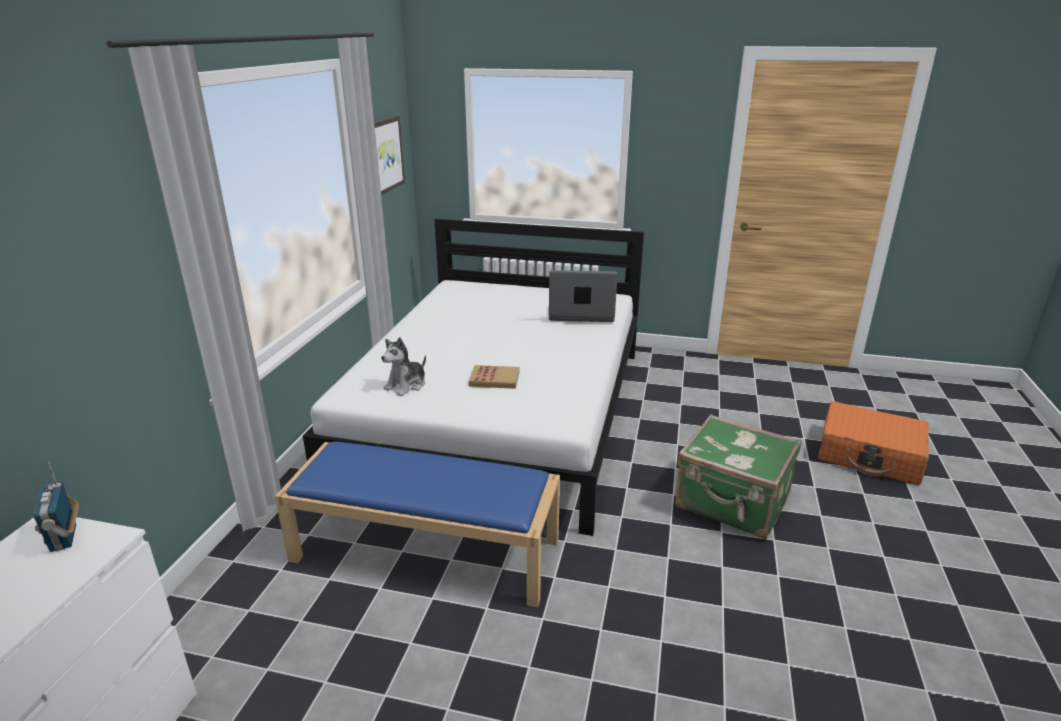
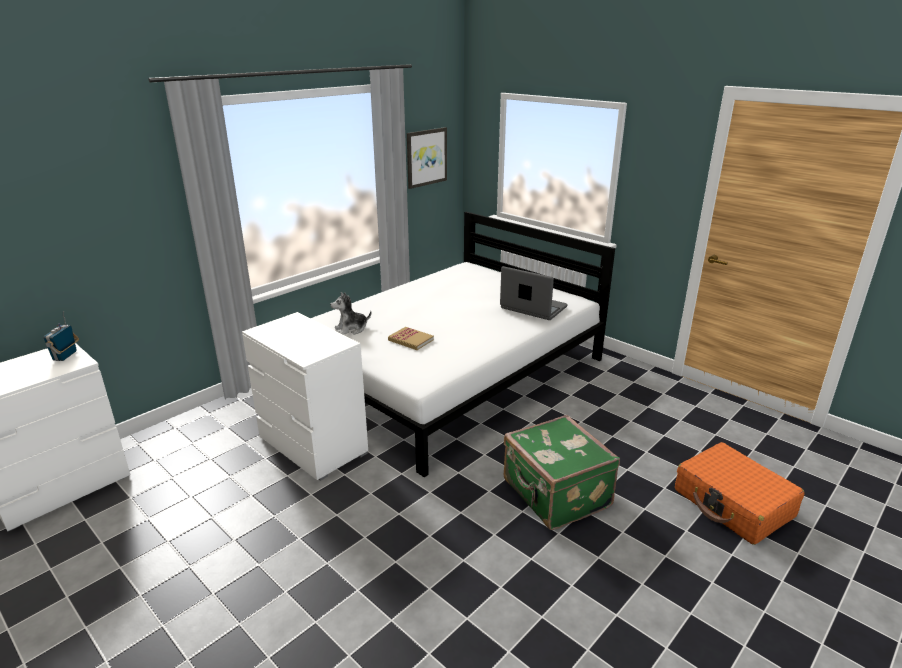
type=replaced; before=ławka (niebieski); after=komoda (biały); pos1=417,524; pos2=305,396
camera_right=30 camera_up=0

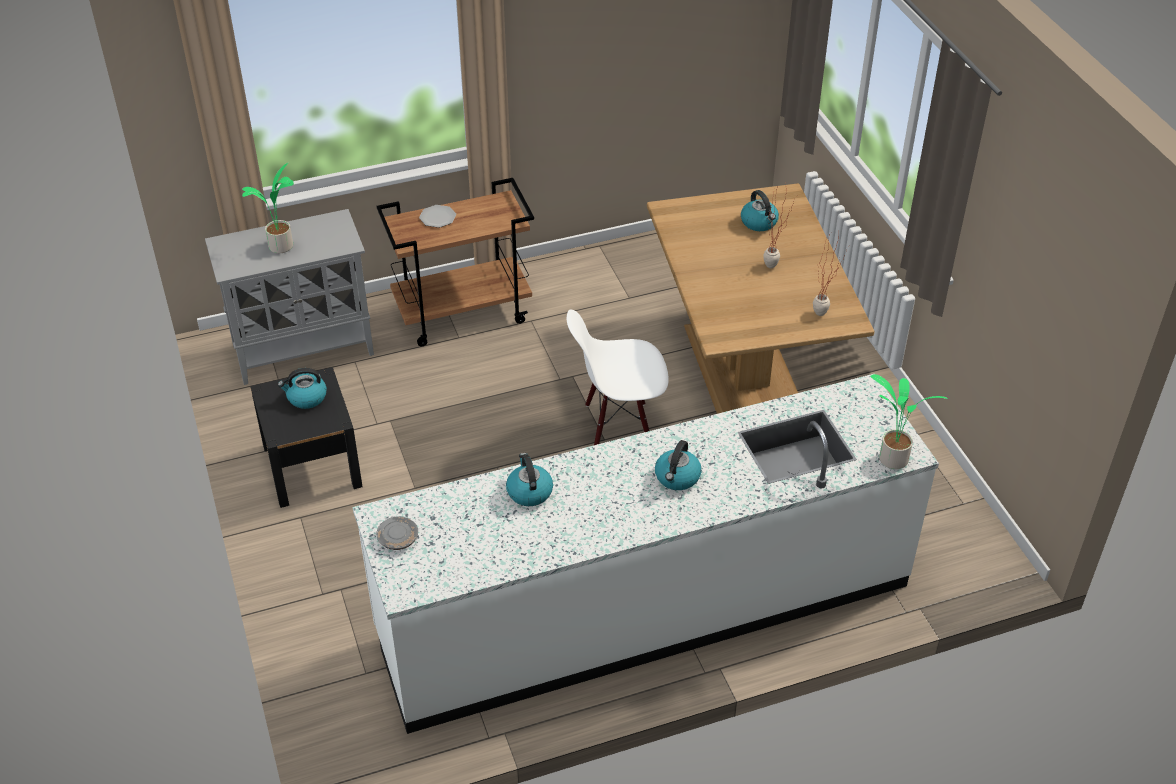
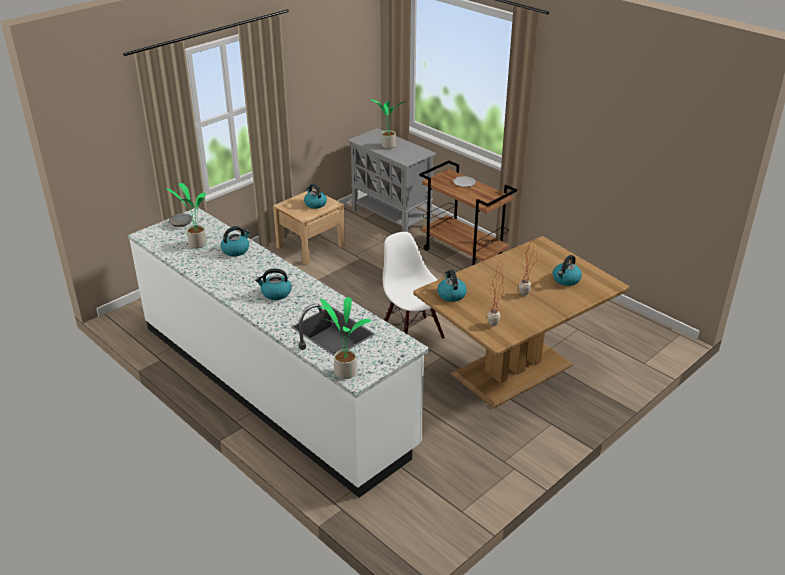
type=added; after=roślina doniczkowa; pos2=186,215
type=recoloured; before=szafka nocna (czarny); after=szafka nocna (beżowy); pos1=306,437; pos2=309,227
type=added; after=czajnik; pos2=452,286
camera_right=65 camera_up=-10

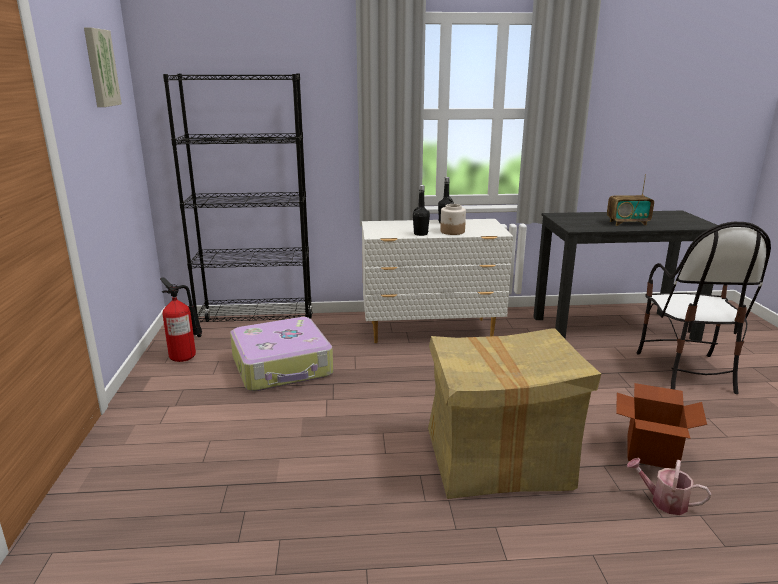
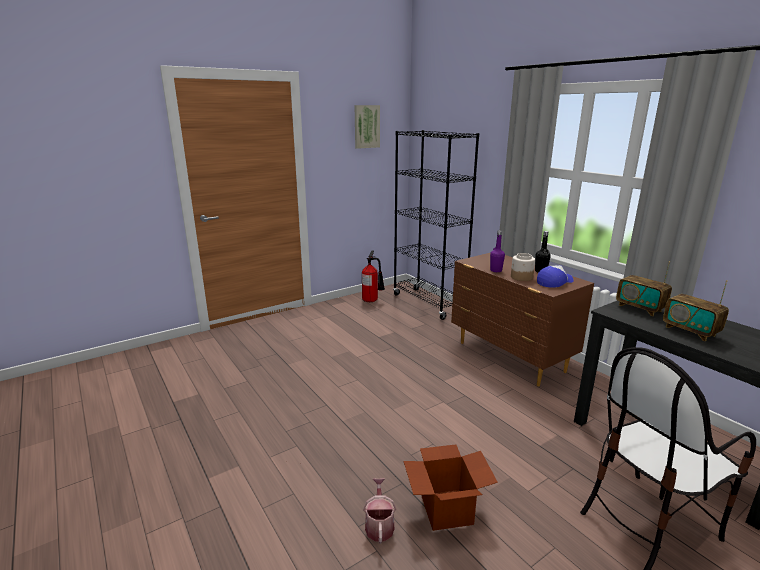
type=recoloured; before=komoda (biały); after=komoda (brązowy); pos1=437,281; pos2=522,320
type=recoloured; before=butelka (czarny); after=butelka (fioletowy); pos1=421,210; pos2=497,251
type=added; after=czapka z daszkiem; pos2=555,276
type=added; after=radio; pos2=644,288
type=removed; before=walizka; pos1=281,354
type=removed; before=karton; pos1=514,413
camera_right=60 camera_up=0

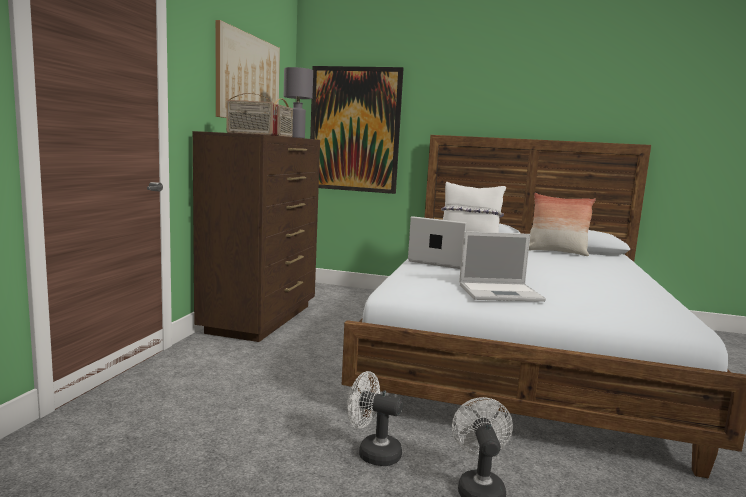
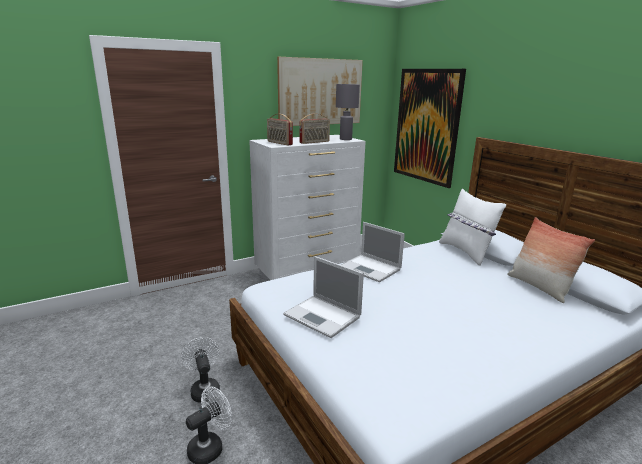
type=recoloured; before=komoda (brązowy); after=komoda (biały); pos1=256,236; pos2=307,207
type=turned; before=laptop; pos1=437,242; pos2=373,252; turn=150
camera_right=45 camera_up=10

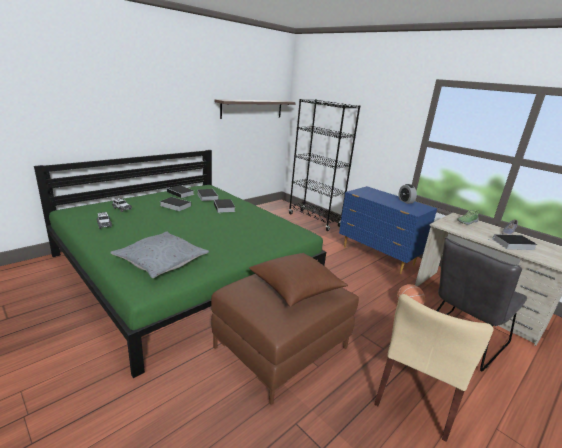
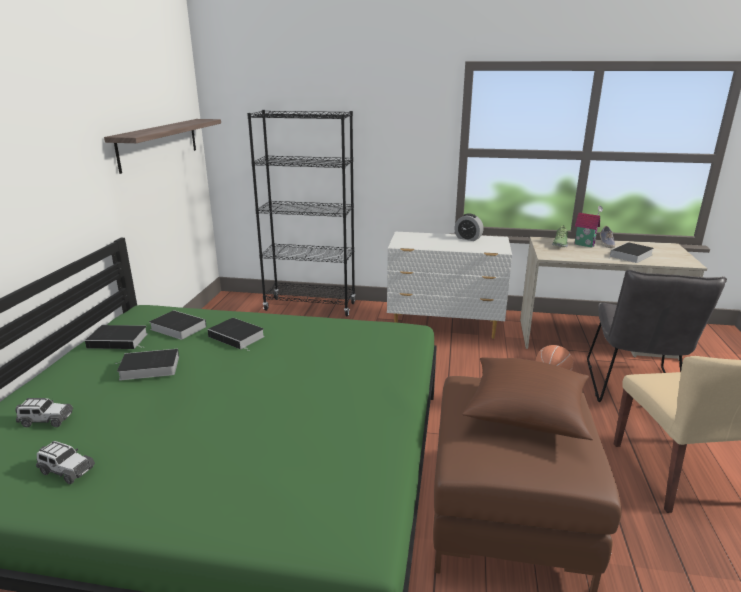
type=recoloured; before=komoda (niebieski); after=komoda (biały); pos1=388,230; pos2=449,285
type=added; after=domek; pos2=589,227
type=removed; before=poduszka (szary); pos1=159,255
camera_right=-35 camera_up=0

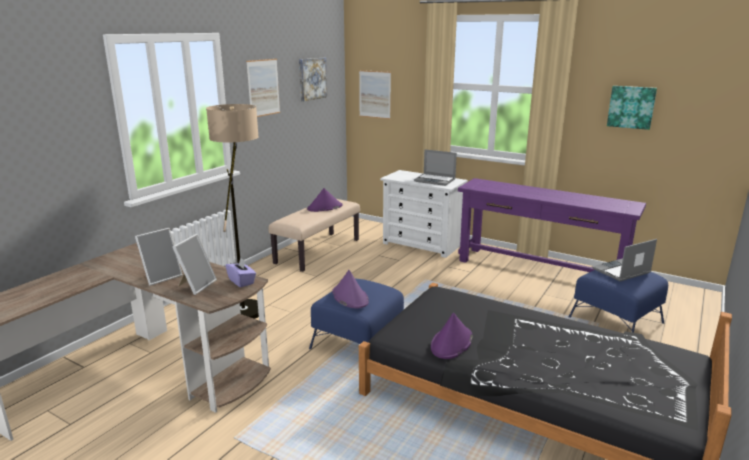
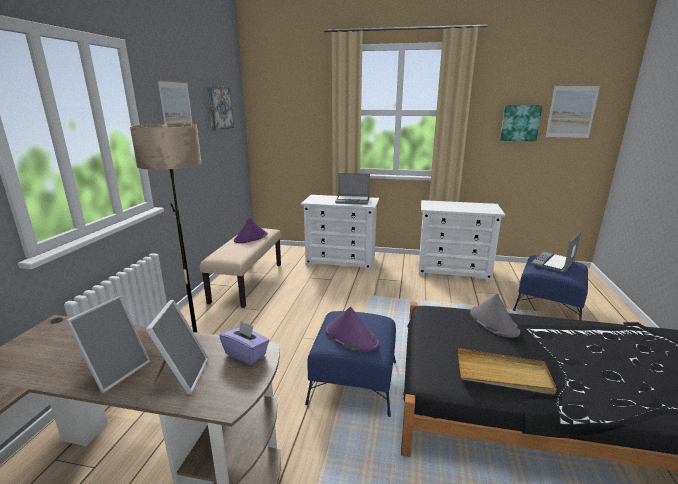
type=replaced; before=stolik konsolowy (fioletowy); after=komoda (biały); pos1=552,225; pos2=462,240
type=replaced; before=kapelusz (fioletowy); after=taca (beżowy); pos1=451,336; pos2=507,371
type=added; after=kapelusz (szary); pos2=495,316
type=moved; before=obraz; pos1=375,94; pos2=572,112
camera_right=-20 camera_up=0

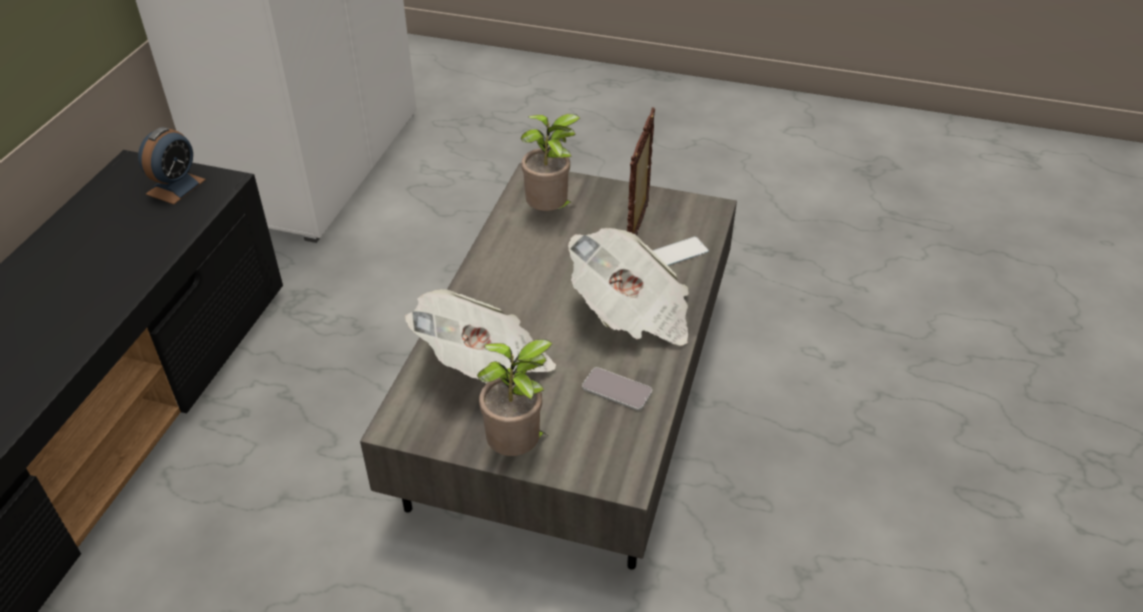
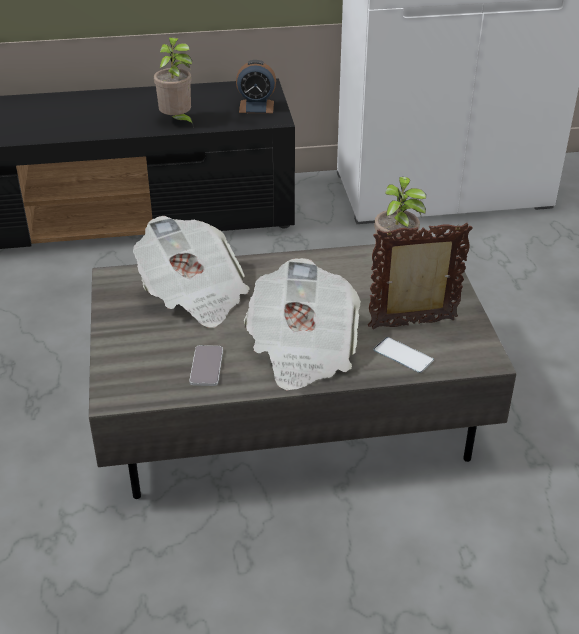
type=moved; before=roślina doniczkowa; pos1=515,397; pos2=174,82
camera_right=65 camera_up=-5

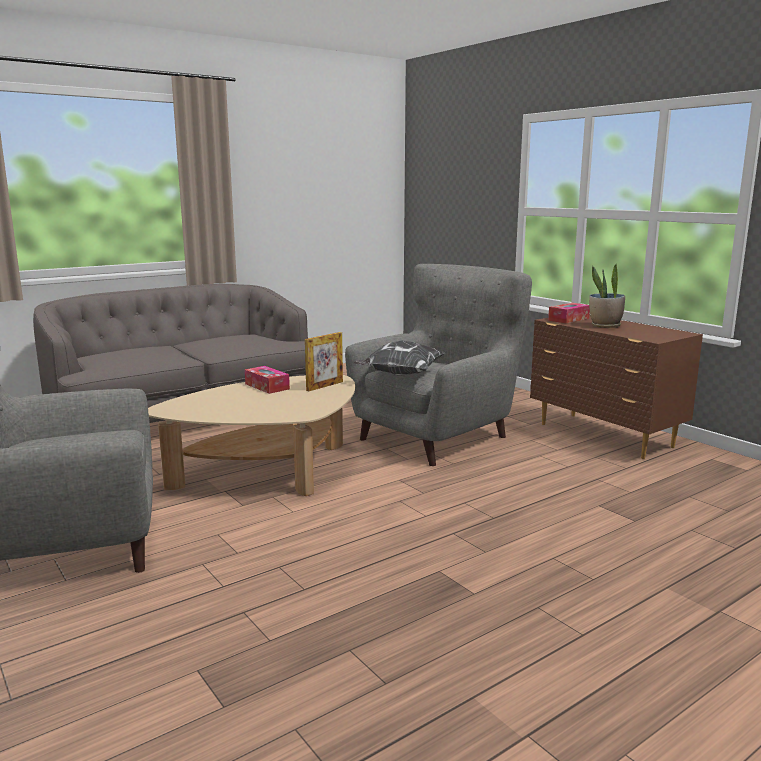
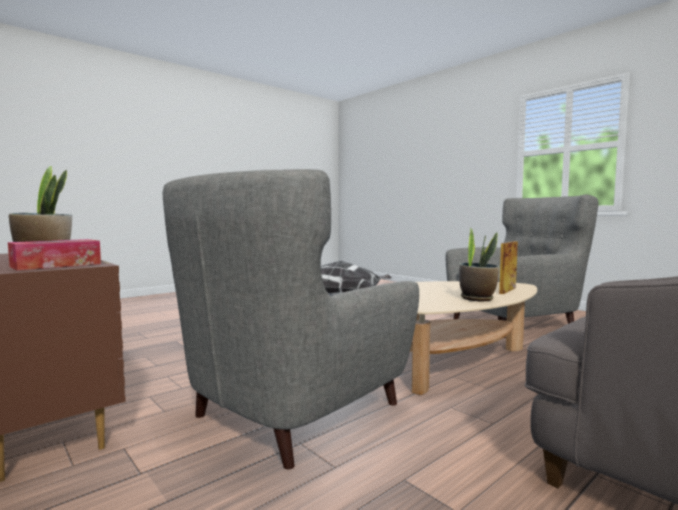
type=replaced; before=pudełko chusteczek; after=roślina doniczkowa; pos1=267,380; pos2=479,264
type=moved; before=ramka na zdjęcie; pos1=324,361; pos2=508,267
camera_right=175 camera_up=-10

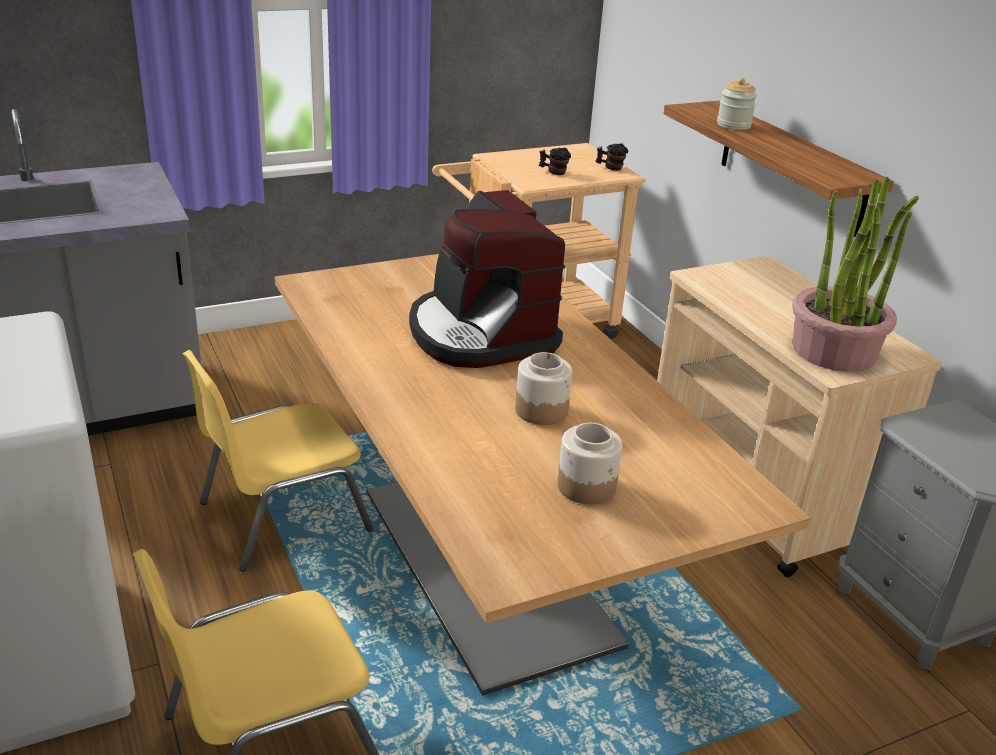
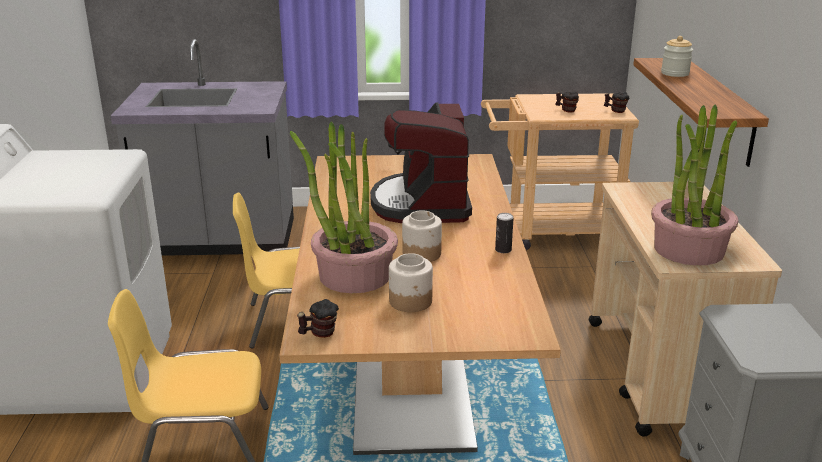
type=added; after=roślina doniczkowa; pos2=344,207
type=added; after=kubek; pos2=318,318
type=added; after=puszka; pos2=504,233
camera_right=25 camera_up=-5

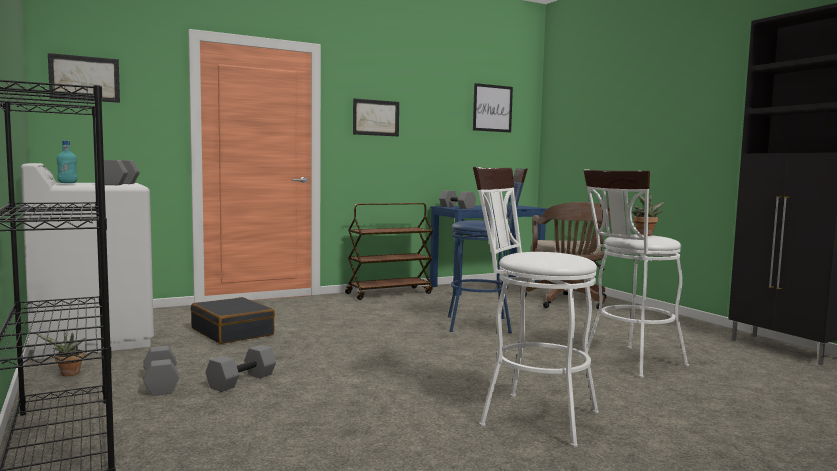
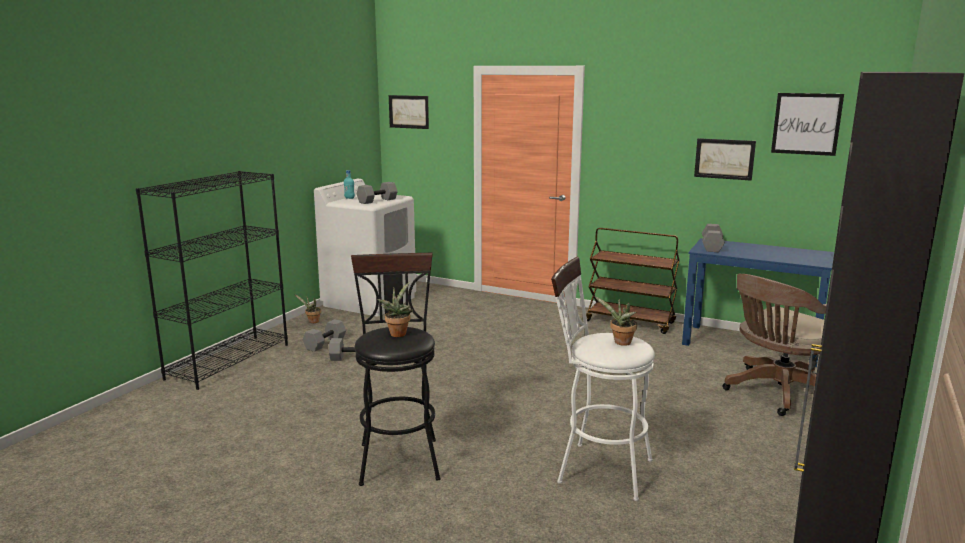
type=recoloured; before=stołek (biały); after=stołek (czarny); pos1=536,307; pos2=395,369
type=added; after=roślina doniczkowa; pos2=395,309
type=moved; before=obraz; pos1=376,117; pos2=725,159
type=removed; before=walizka (czarny); pos1=233,320
type=removed; before=stołek (niebieski); pos1=487,250
camera_right=55 camera_up=10

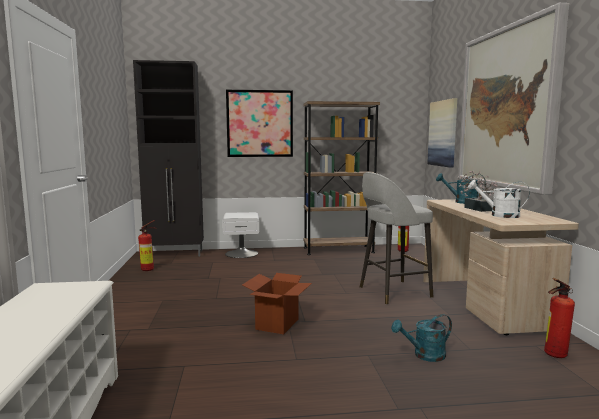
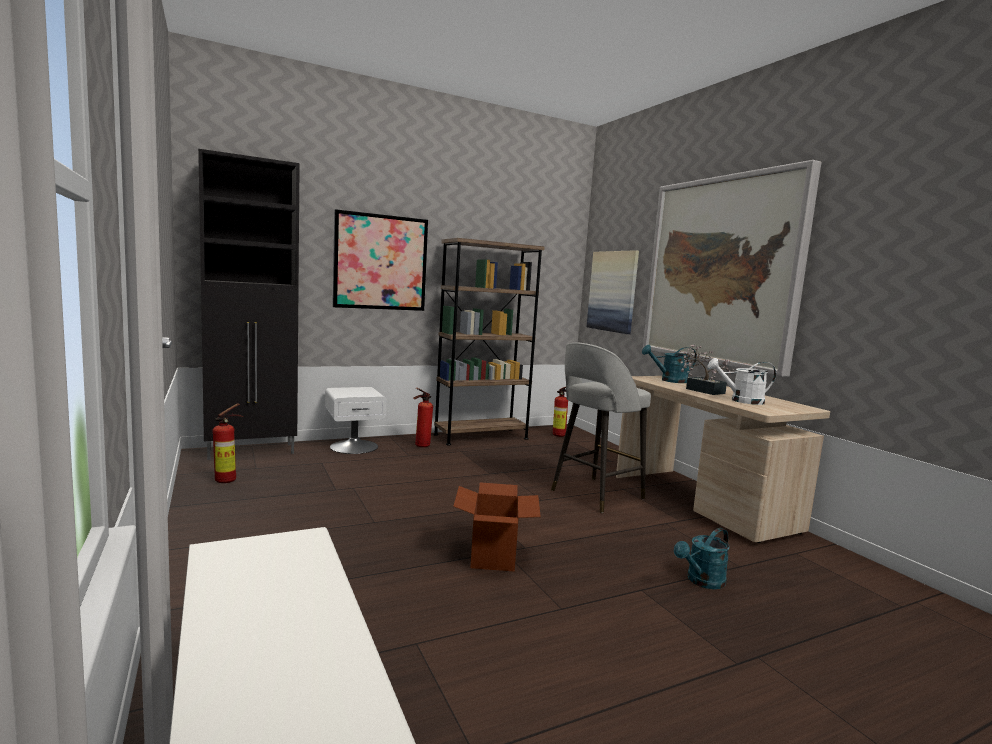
type=moved; before=gaśnica; pos1=559,318; pos2=423,417
camera_right=-20 camera_up=0

